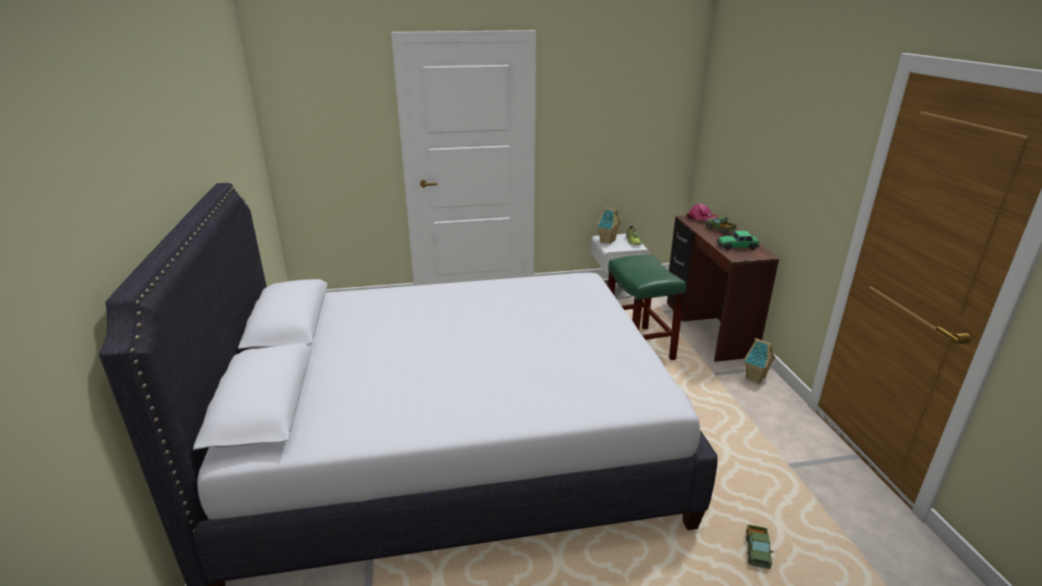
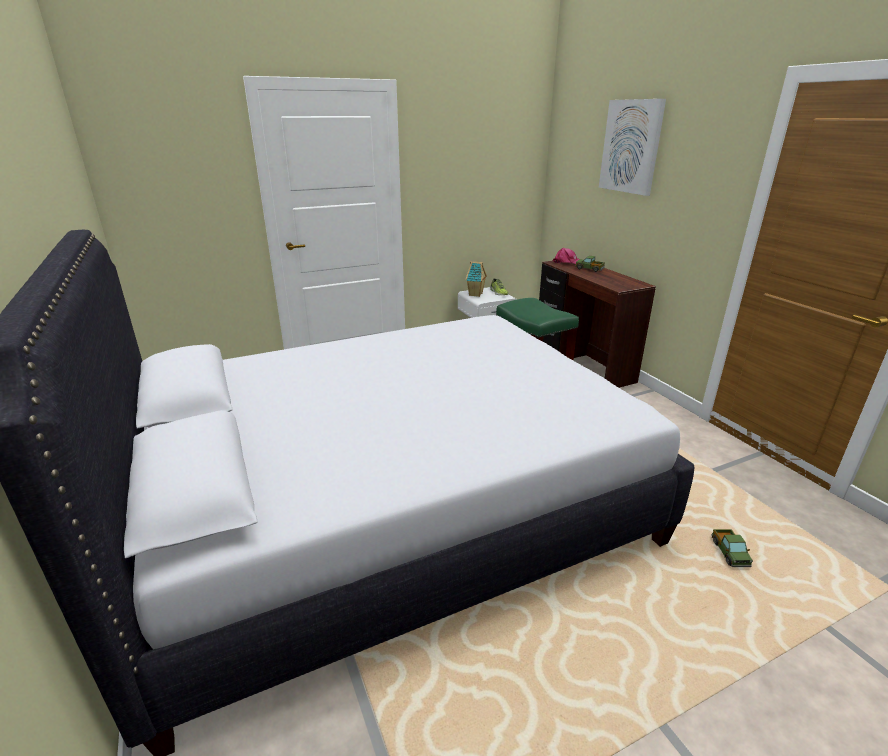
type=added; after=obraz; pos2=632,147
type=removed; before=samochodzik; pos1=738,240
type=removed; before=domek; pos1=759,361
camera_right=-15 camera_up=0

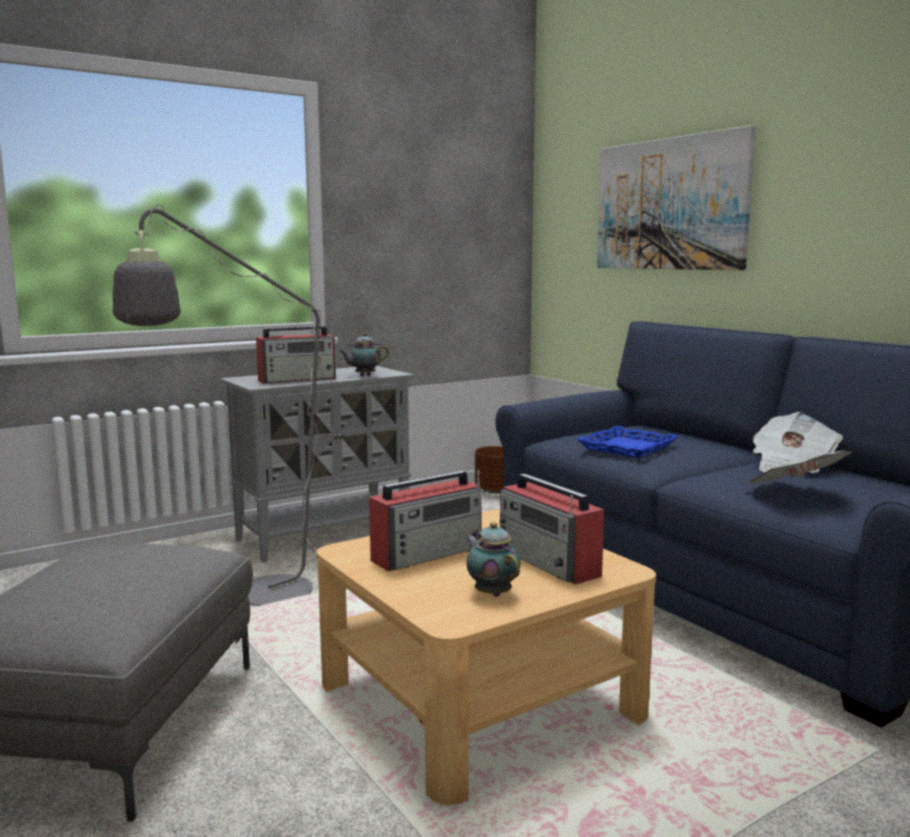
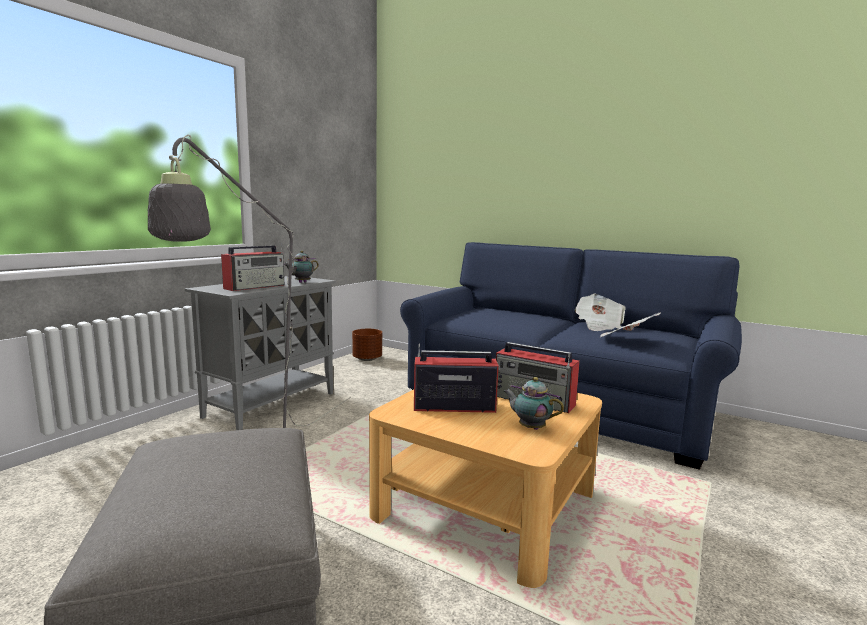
type=turned; before=radio; pos1=425,520; pos2=456,378; turn=-120
type=removed; before=taca (niebieski); pos1=627,442
type=removed; before=obraz; pos1=676,197
camera_right=-25 camera_up=0

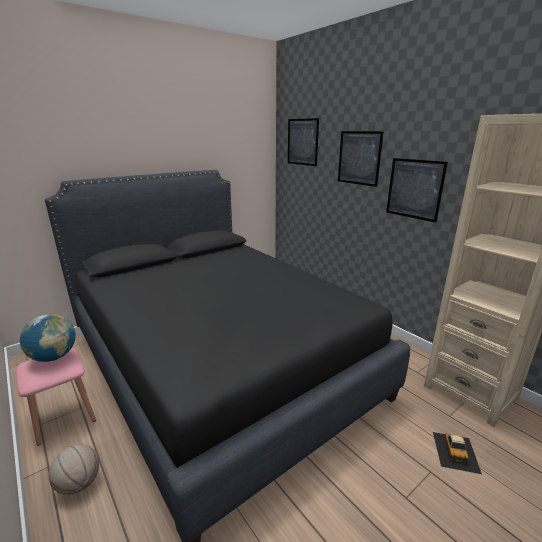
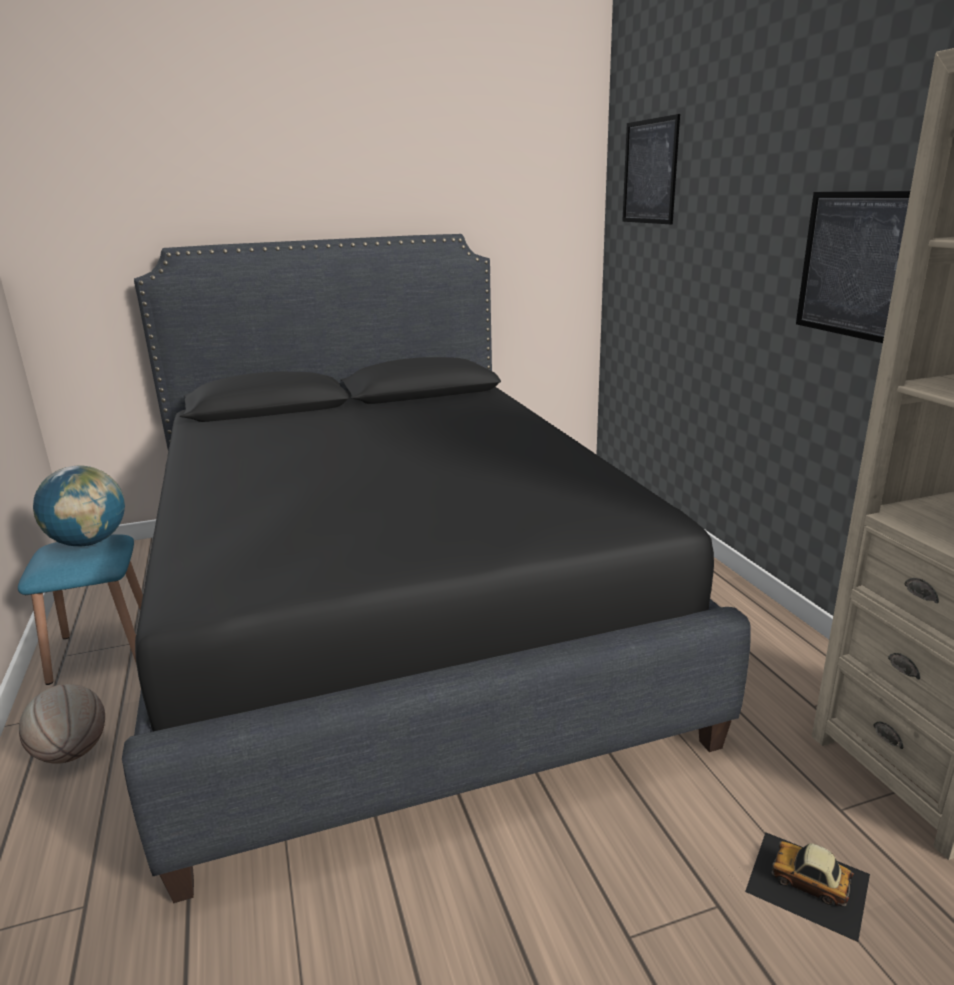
type=recoloured; before=stołek (różowy); after=stołek (niebieski); pos1=56,397; pos2=80,609
type=turned; before=samochodzik; pos1=457,453; pos2=807,887; turn=90
type=removed; before=obraz; pos1=361,159
camera_right=20 camera_up=0

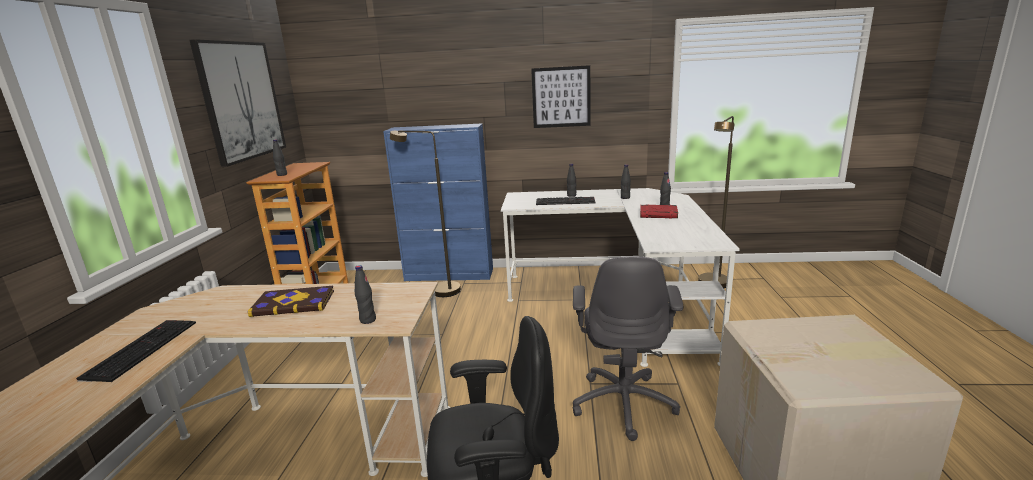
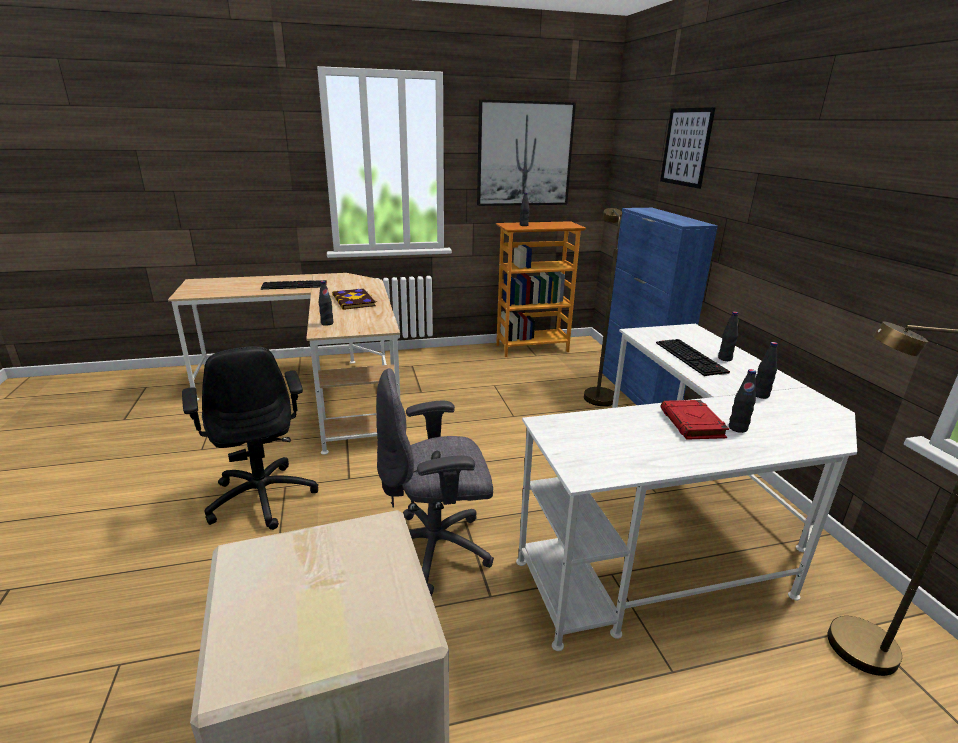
type=moved; before=obraz; pos1=561,96; pos2=688,148
camera_right=70 camera_up=5

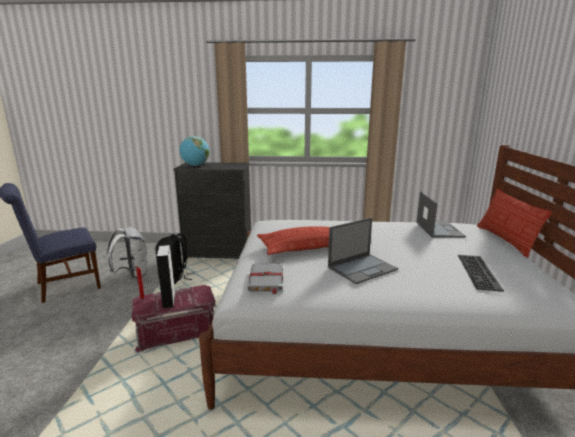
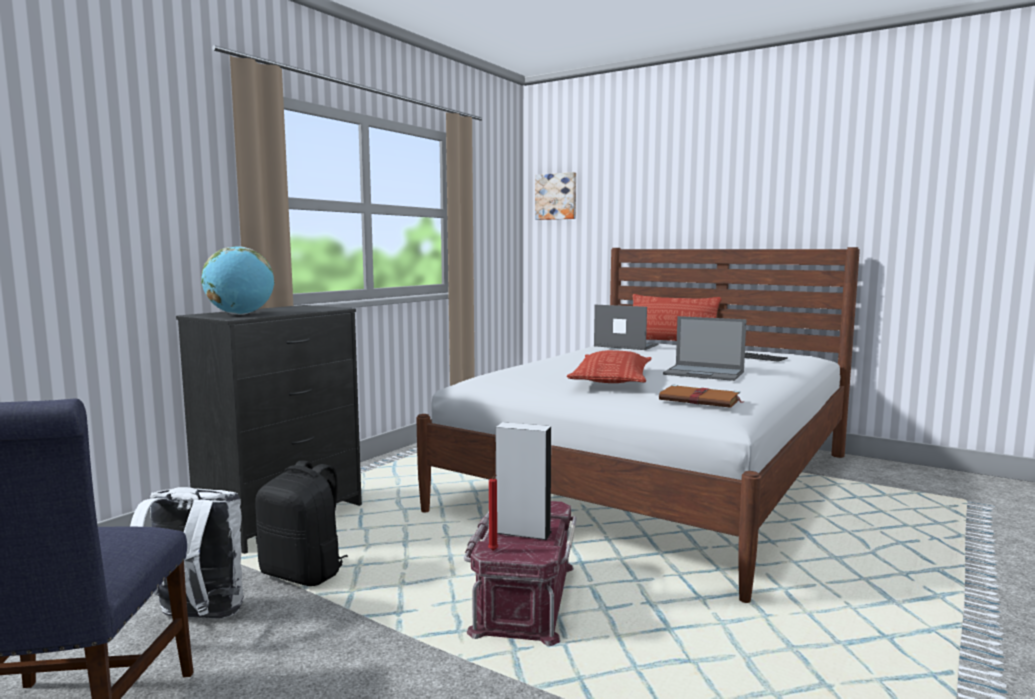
type=added; after=obraz; pos2=555,196
type=recoloured; before=książka (szary); after=książka (brązowy); pos1=265,278; pos2=701,396
type=turned; before=laptop; pos1=363,251; pos2=705,348; turn=120
camera_right=-60 camera_up=-10

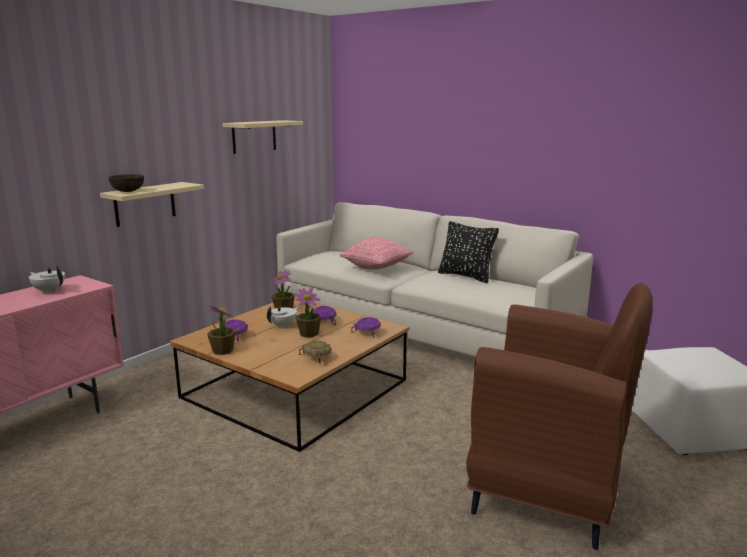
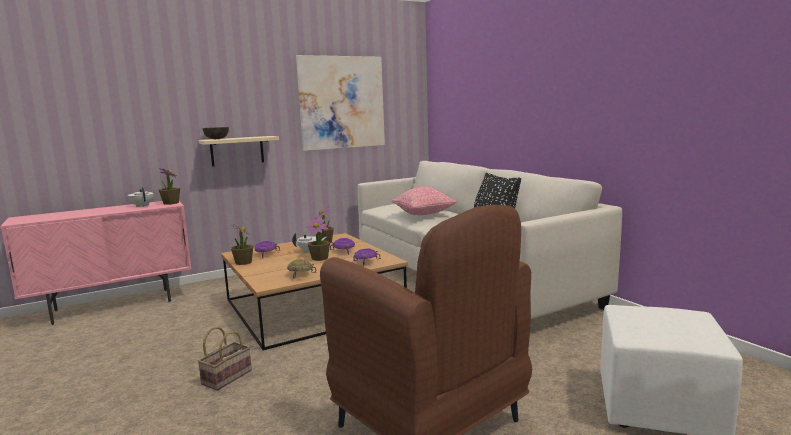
type=added; after=roślina doniczkowa; pos2=169,186
type=added; after=koszyk; pos2=224,358
type=replaced; before=półka (beżowy); after=obraz; pos1=263,137; pos2=340,103
camera_right=25 camera_up=-5

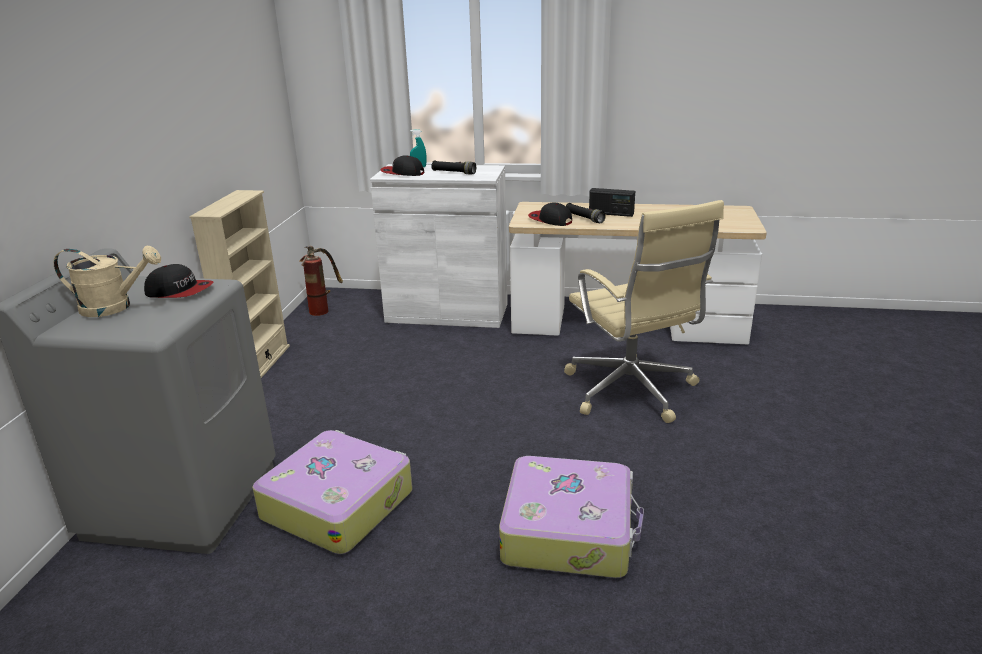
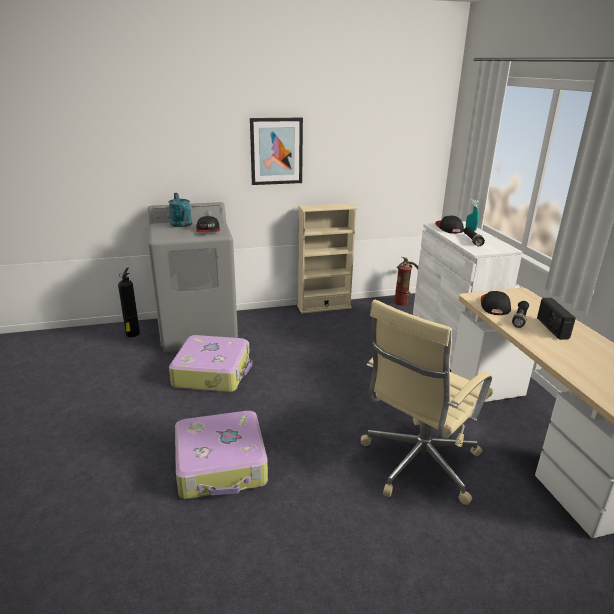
type=added; after=gaśnica; pos2=129,302
type=recoloured; before=konewka (beżowy); after=konewka (turkusowy); pos1=107,281; pos2=180,210
type=added; after=obraz; pos2=276,151
camera_right=65 camera_up=0

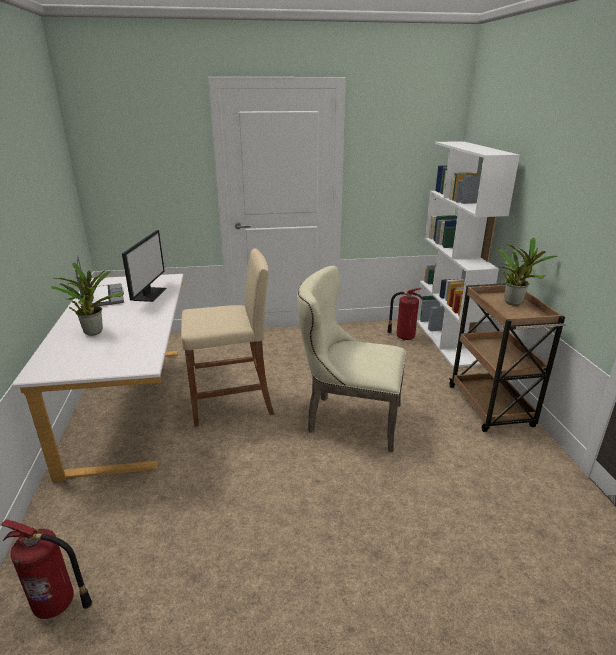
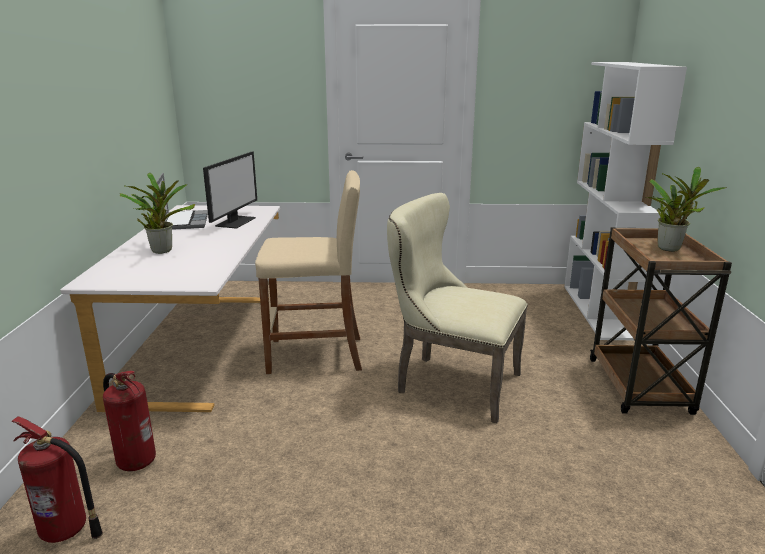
type=moved; before=gaśnica; pos1=405,314; pos2=129,421
camera_right=10 camera_up=-5

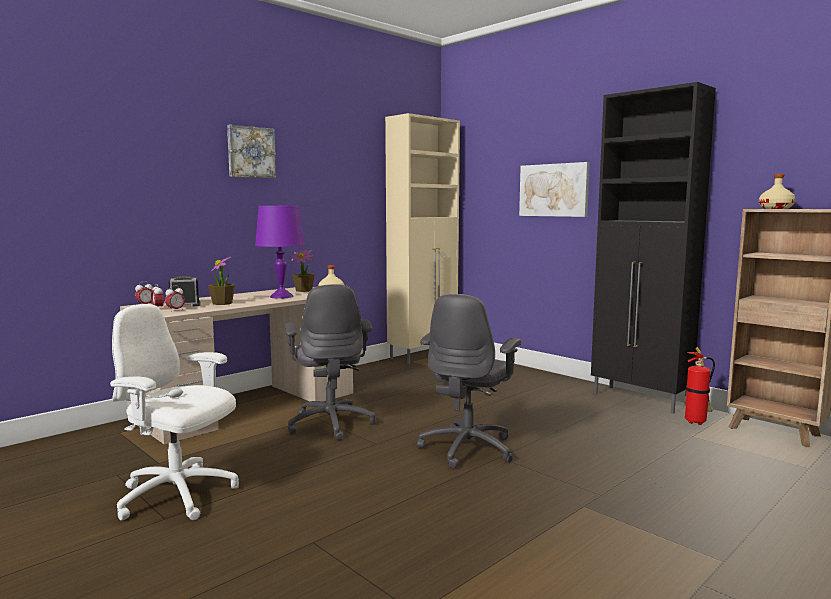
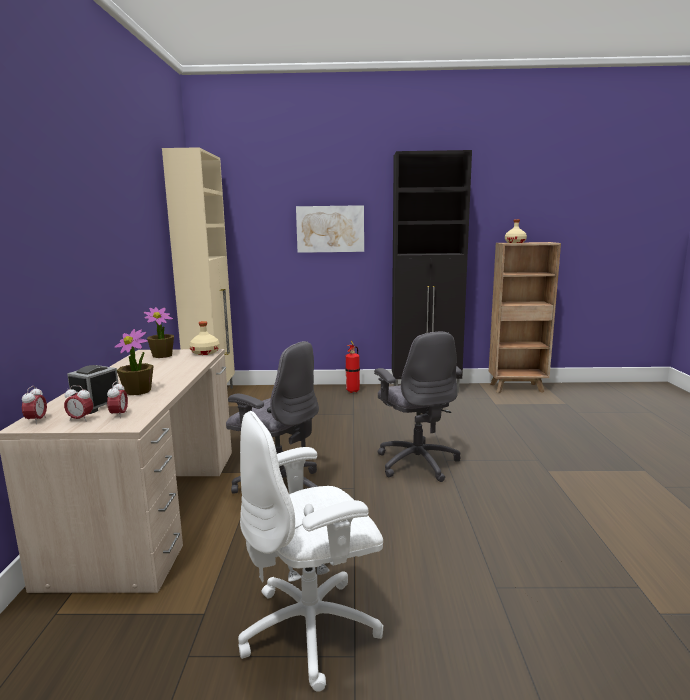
type=moved; before=gaśnica; pos1=700,386; pos2=352,367
type=removed; before=obraz; pos1=251,151
type=removed; before=lampa stołowa (fioletowy); pos1=280,252
camera_right=-45 camera_up=5

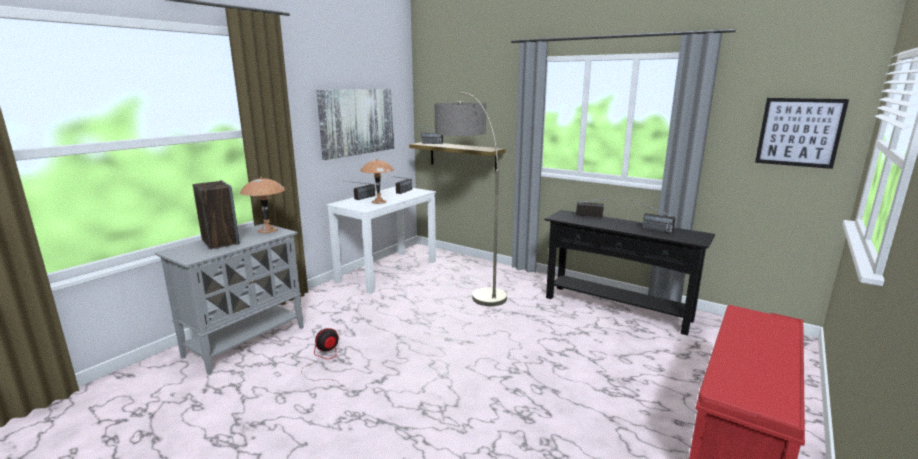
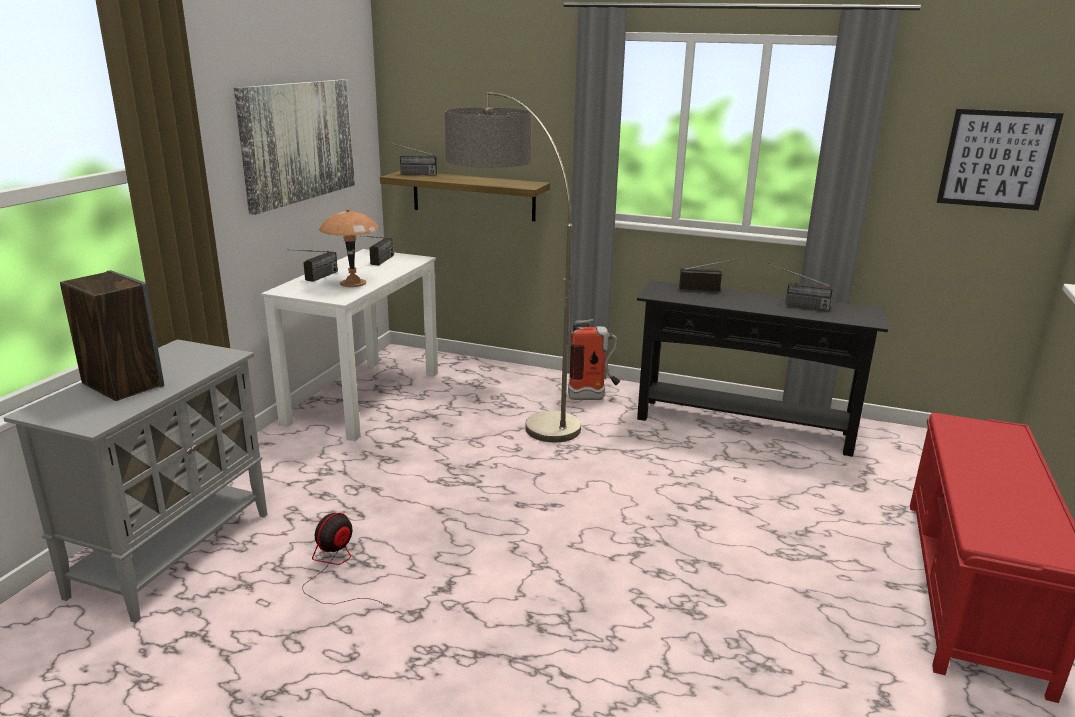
type=added; after=gaśnica; pos2=594,359
type=removed; before=lampa stołowa (brązowy); pos1=262,205
camera_right=-15 camera_up=5

